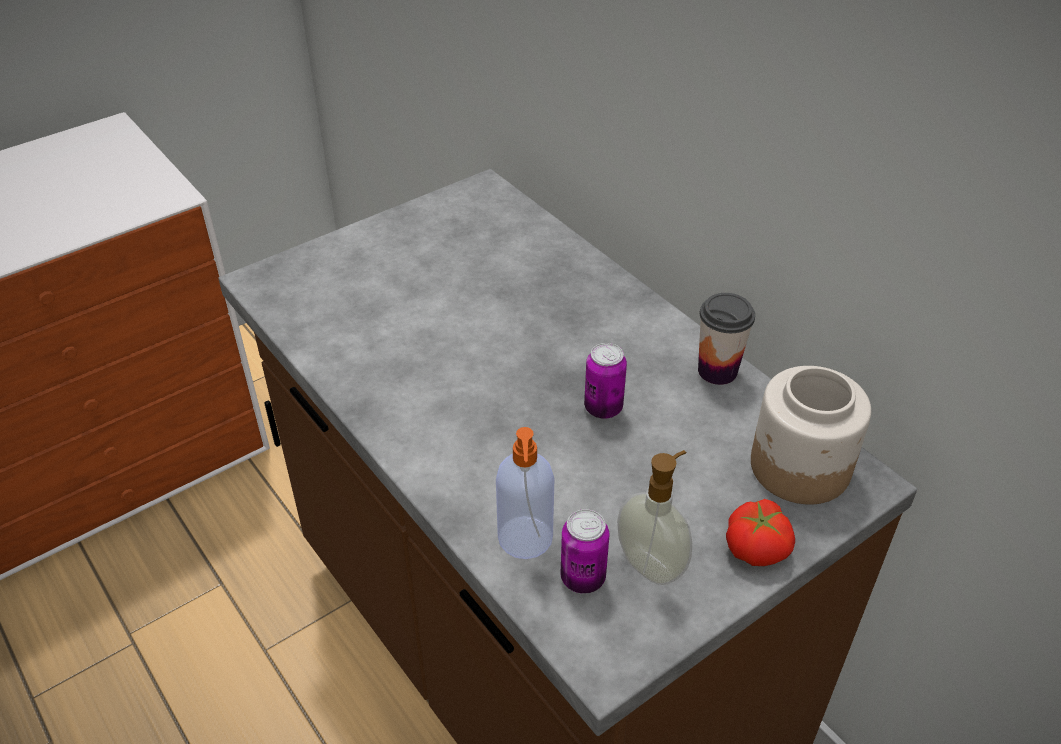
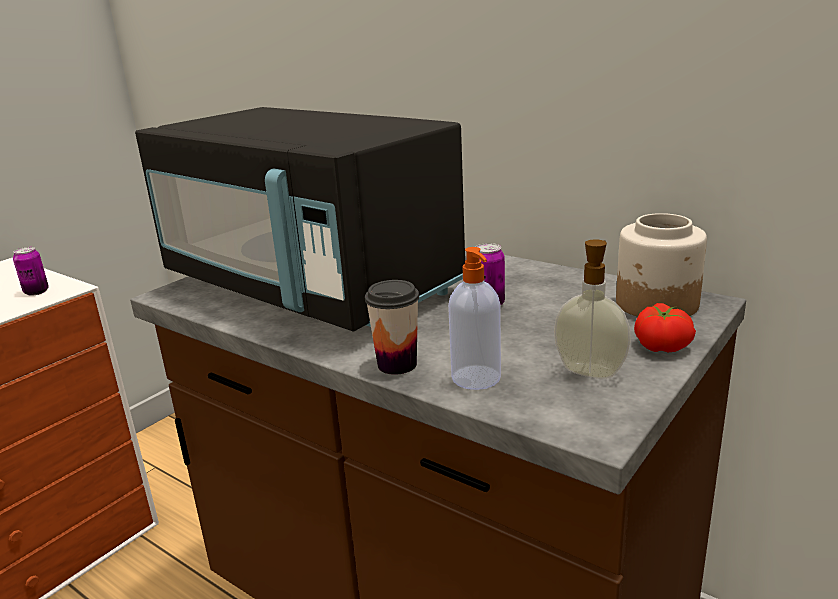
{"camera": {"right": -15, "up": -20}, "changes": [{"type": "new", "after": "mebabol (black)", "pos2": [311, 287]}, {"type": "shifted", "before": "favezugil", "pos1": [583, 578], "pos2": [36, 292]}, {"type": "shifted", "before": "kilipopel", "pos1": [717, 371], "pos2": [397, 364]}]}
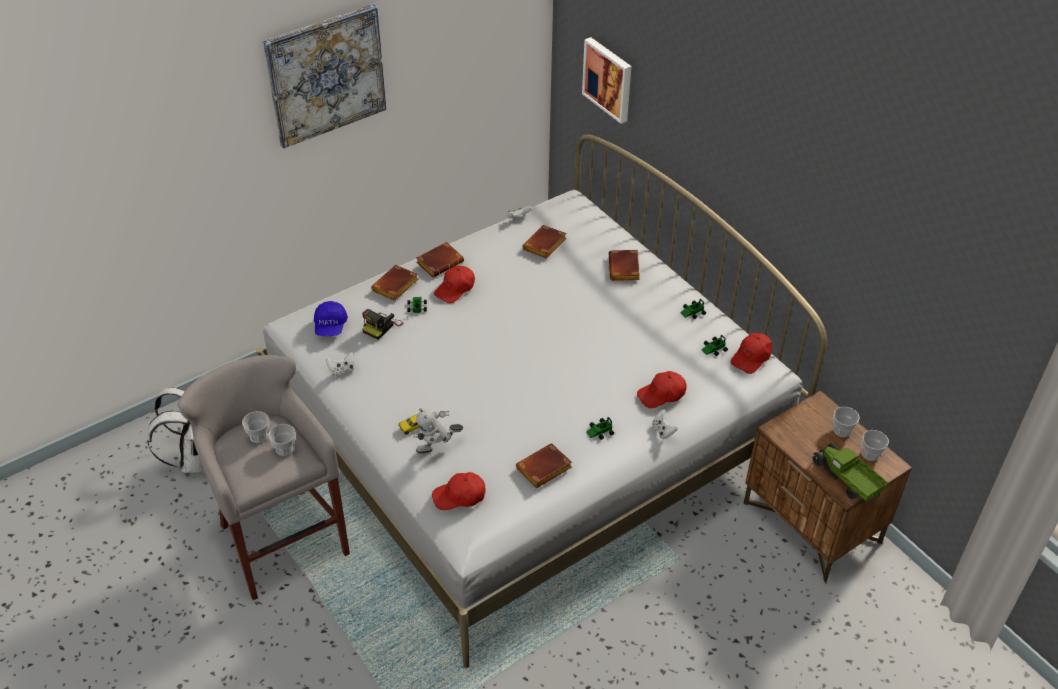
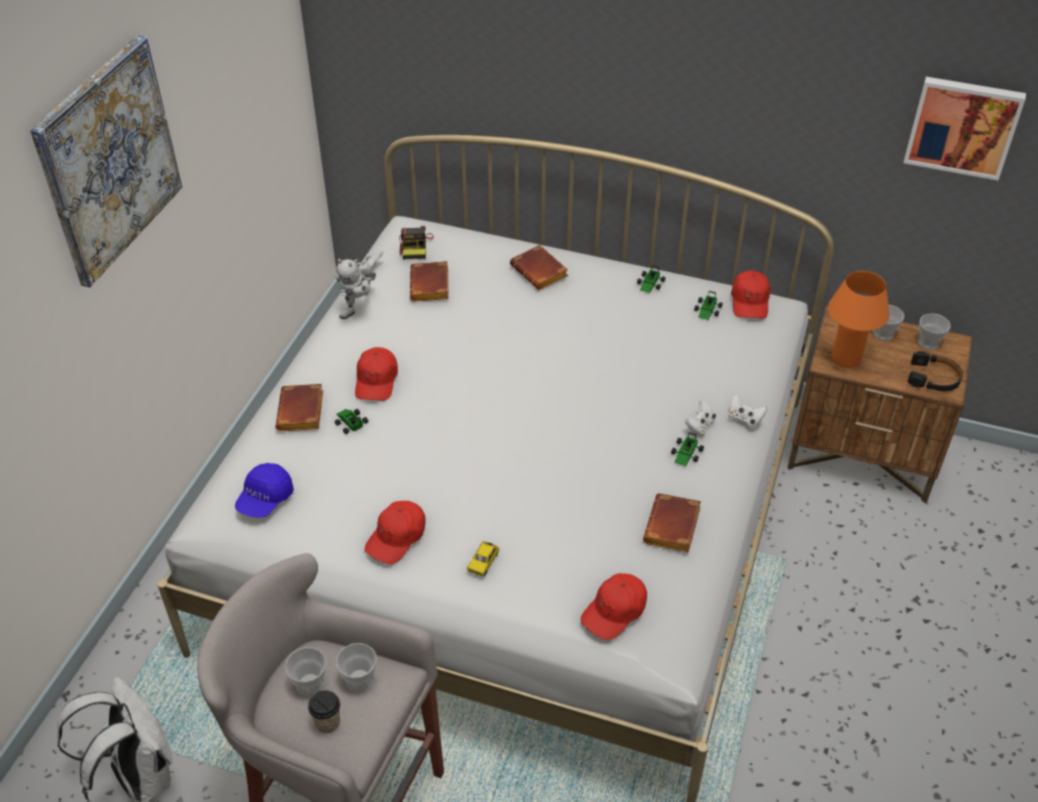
{"camera": {"right": -35, "up": 0}, "changes": [{"type": "gone", "before": "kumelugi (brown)", "pos1": [440, 262]}, {"type": "new", "after": "kilipopel", "pos2": [327, 722]}, {"type": "new", "after": "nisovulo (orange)", "pos2": [846, 359]}, {"type": "shifted", "before": "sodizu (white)", "pos1": [342, 369], "pos2": [700, 426]}, {"type": "shifted", "before": "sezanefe", "pos1": [382, 326], "pos2": [415, 246]}, {"type": "shifted", "before": "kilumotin", "pos1": [437, 450], "pos2": [359, 309]}, {"type": "shifted", "before": "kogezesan", "pos1": [609, 79], "pos2": [963, 126]}, {"type": "shifted", "before": "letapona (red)", "pos1": [662, 394], "pos2": [397, 537]}, {"type": "swapped", "before": "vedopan", "after": "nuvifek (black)", "pos1": [846, 479], "pos2": [934, 378]}, {"type": "rotated", "before": "letapona (blue)", "pos1": [330, 326], "pos2": [265, 499], "turn": 60}]}
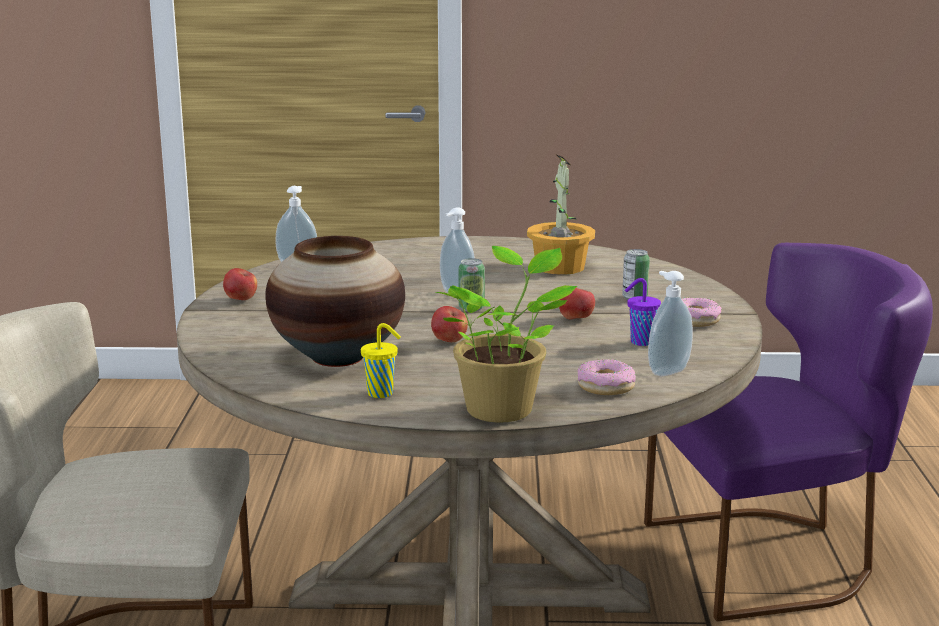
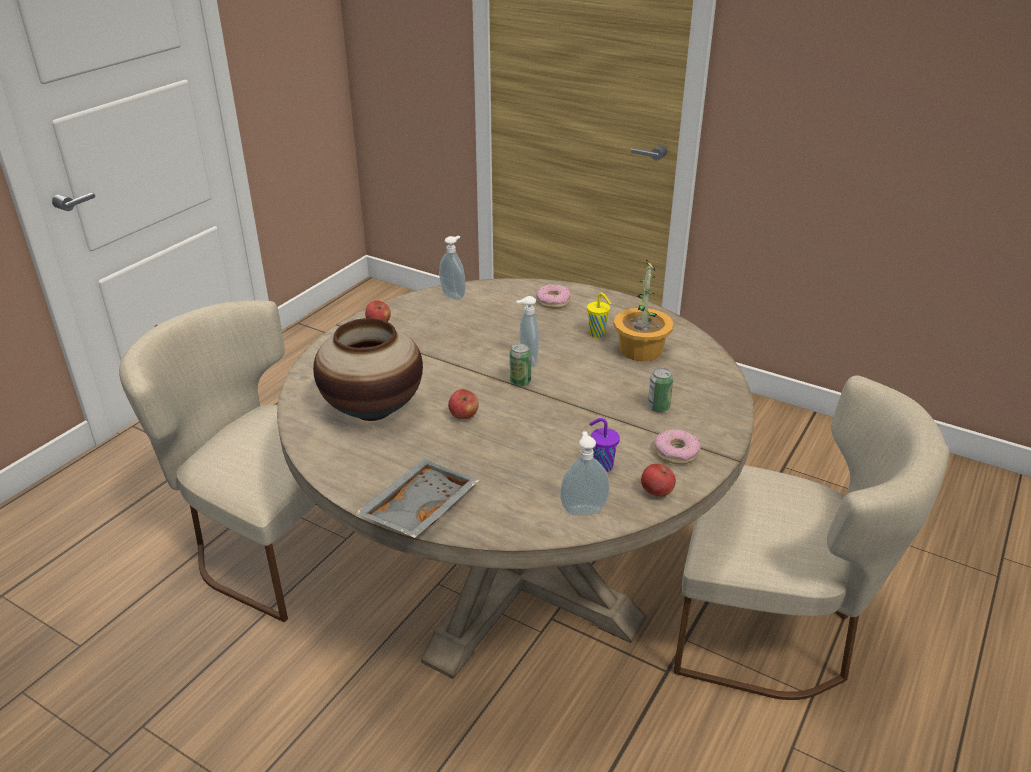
{"camera": {"right": 30, "up": 15}, "changes": [{"type": "shifted", "before": "kilipopel (yellow)", "pos1": [382, 394], "pos2": [598, 334]}, {"type": "shifted", "before": "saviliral", "pos1": [576, 319], "pos2": [656, 492]}, {"type": "shifted", "before": "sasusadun", "pos1": [606, 386], "pos2": [553, 301]}, {"type": "swapped", "before": "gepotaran", "after": "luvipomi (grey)", "pos1": [503, 408], "pos2": [418, 508]}, {"type": "repainted", "before": "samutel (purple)", "after": "samutel (beige)", "pos1": [773, 558], "pos2": [774, 631]}]}
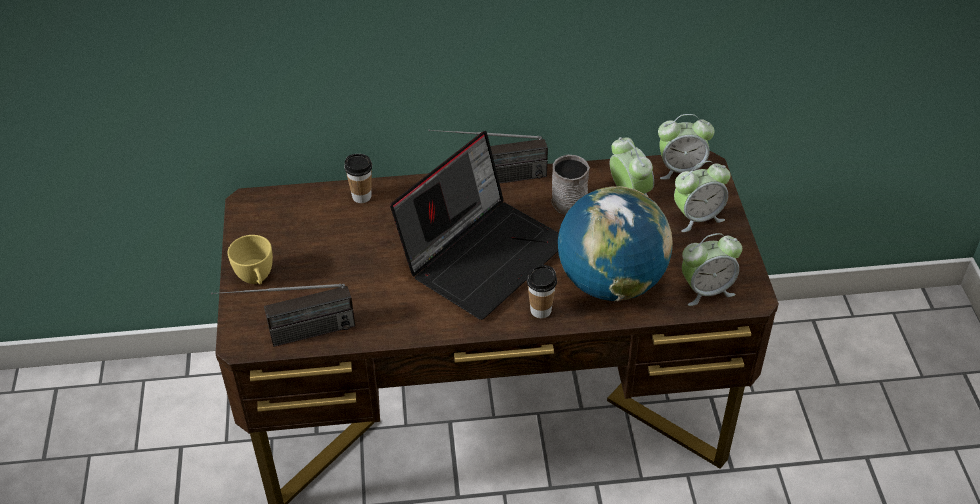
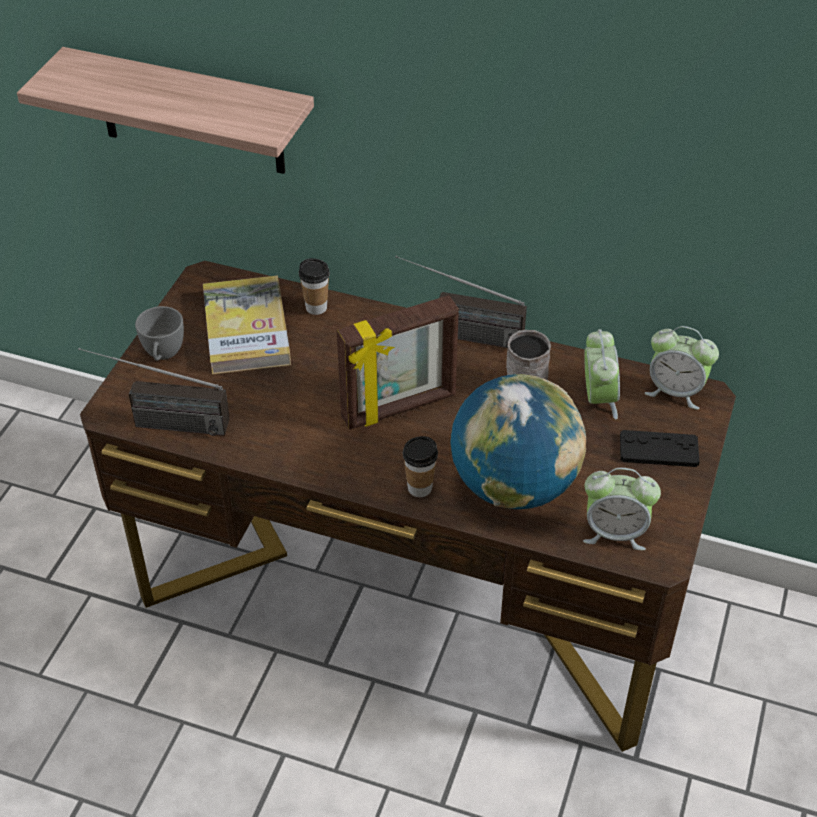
{"camera": {"right": 25, "up": 0}, "changes": [{"type": "new", "after": "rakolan", "pos2": [190, 112]}, {"type": "new", "after": "kumelugi", "pos2": [246, 329]}, {"type": "swapped", "before": "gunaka", "after": "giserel", "pos1": [483, 254], "pos2": [399, 408]}, {"type": "swapped", "before": "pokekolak", "after": "sodizu (black)", "pos1": [697, 217], "pos2": [658, 450]}, {"type": "repainted", "before": "kilipopel (yellow)", "after": "kilipopel (grey)", "pos1": [256, 279], "pos2": [163, 355]}]}
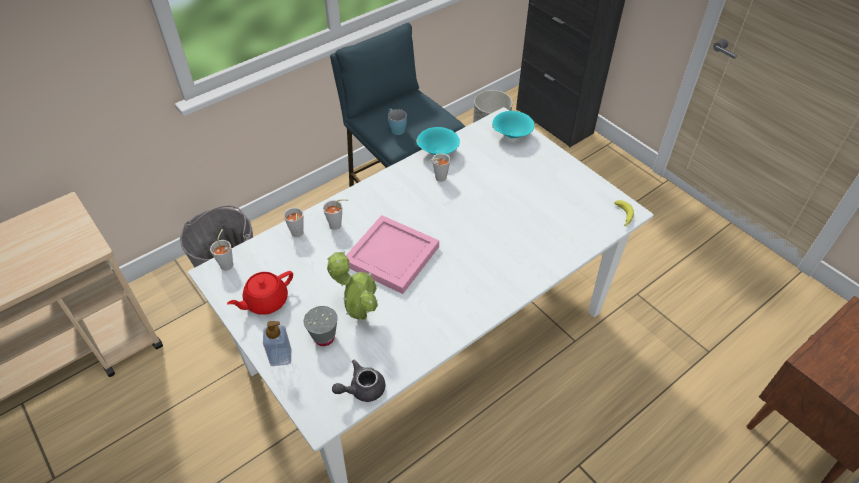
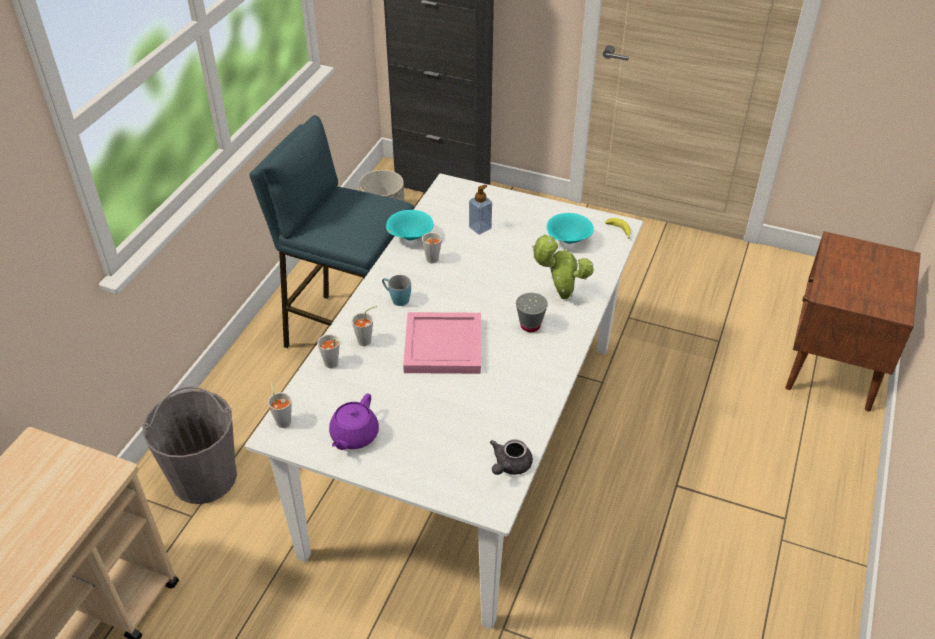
{"camera": {"right": -30, "up": -5}, "changes": [{"type": "shifted", "before": "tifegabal", "pos1": [280, 357], "pos2": [480, 228]}, {"type": "shifted", "before": "kilipopel (grey)", "pos1": [324, 337], "pos2": [530, 325]}, {"type": "shifted", "before": "gepotaran", "pos1": [359, 314], "pos2": [560, 296]}, {"type": "shifted", "before": "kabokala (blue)", "pos1": [396, 128], "pos2": [396, 299]}, {"type": "shifted", "before": "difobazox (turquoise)", "pos1": [511, 135], "pos2": [567, 241]}, {"type": "repainted", "before": "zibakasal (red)", "after": "zibakasal (purple)", "pos1": [265, 301], "pos2": [354, 436]}]}
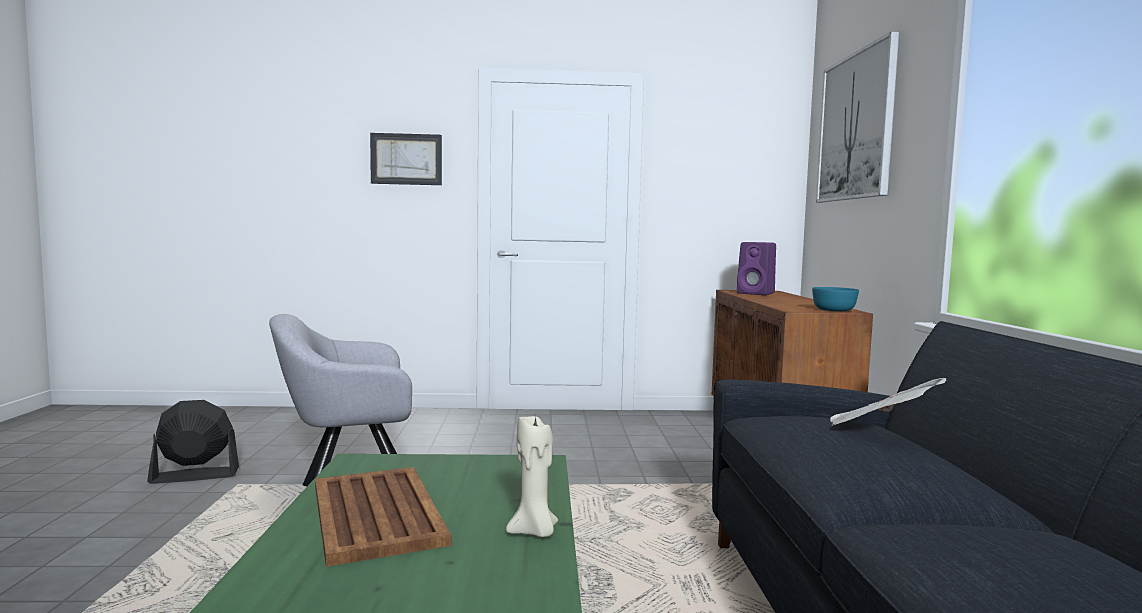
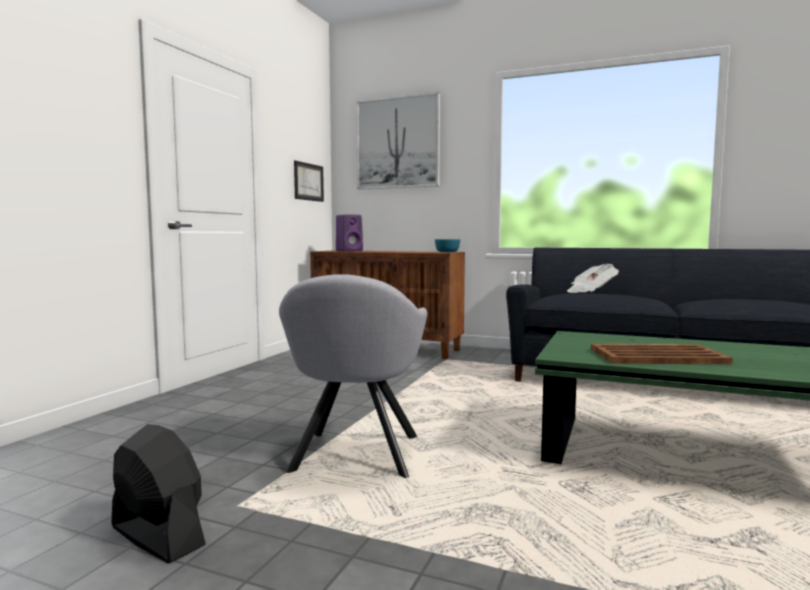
{"camera": {"right": -65, "up": 0}, "changes": [{"type": "gone", "before": "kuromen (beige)", "pos1": [534, 532]}, {"type": "shifted", "before": "kogezesan", "pos1": [406, 159], "pos2": [308, 182]}, {"type": "rotated", "before": "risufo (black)", "pos1": [194, 475], "pos2": [157, 536], "turn": 120}]}
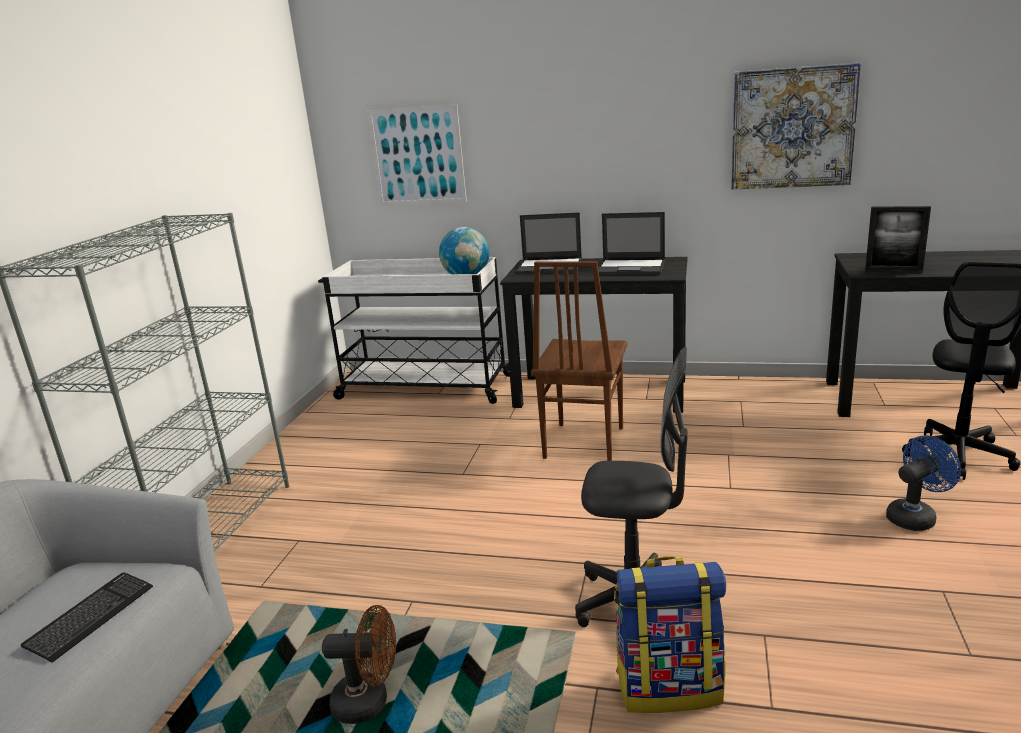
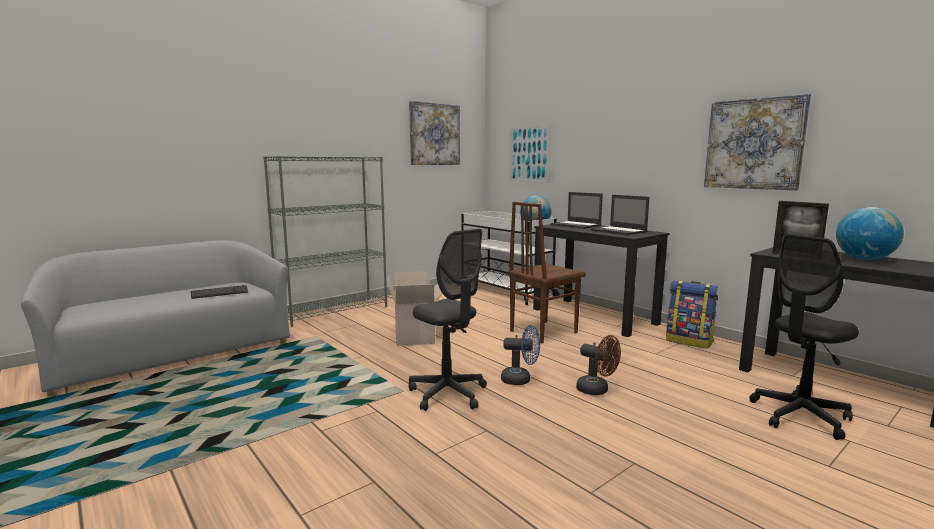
{"camera": {"right": 35, "up": -10}, "changes": [{"type": "new", "after": "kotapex", "pos2": [416, 337]}, {"type": "new", "after": "kogezesan", "pos2": [434, 134]}, {"type": "new", "after": "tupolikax", "pos2": [864, 259]}, {"type": "shifted", "before": "risufo (brown)", "pos1": [369, 702], "pos2": [597, 390]}, {"type": "shifted", "before": "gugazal", "pos1": [669, 686], "pos2": [689, 341]}, {"type": "shifted", "before": "risufo (blue)", "pos1": [915, 516], "pos2": [520, 380]}]}
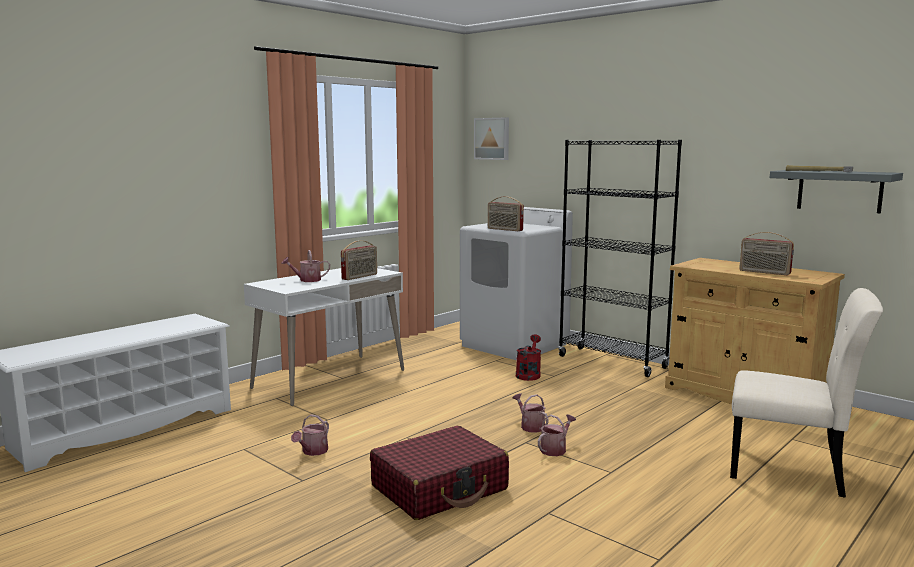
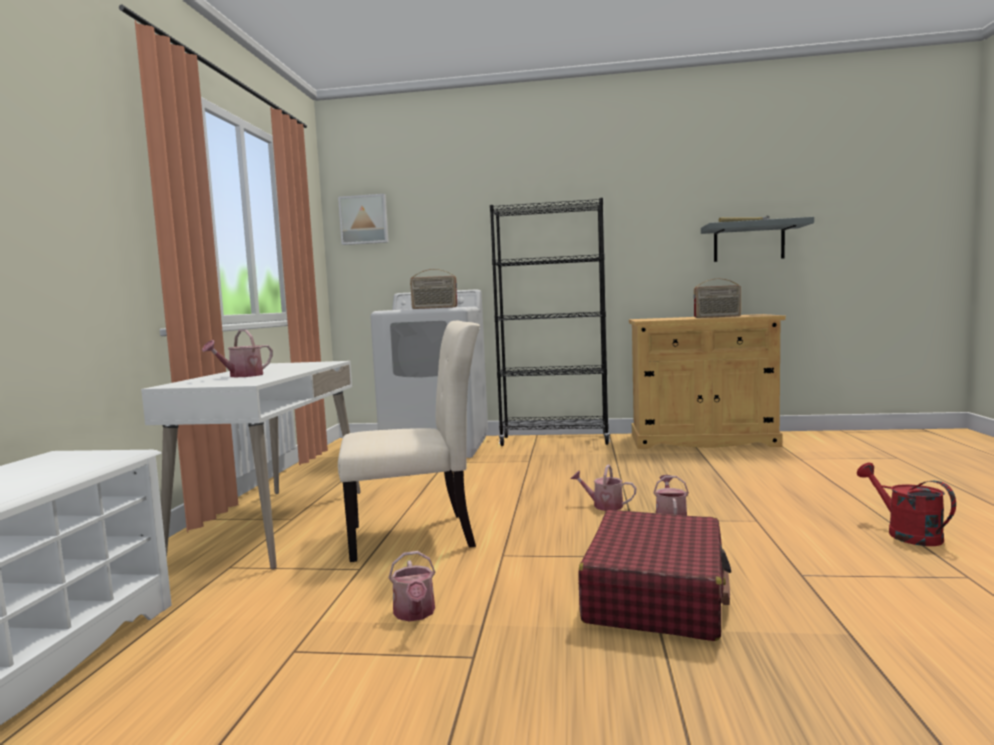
{"camera": {"right": -35, "up": -5}, "changes": [{"type": "gone", "before": "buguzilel", "pos1": [360, 277]}, {"type": "shifted", "before": "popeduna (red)", "pos1": [529, 374], "pos2": [906, 533]}, {"type": "shifted", "before": "samutel (beige)", "pos1": [791, 471], "pos2": [417, 536]}]}
